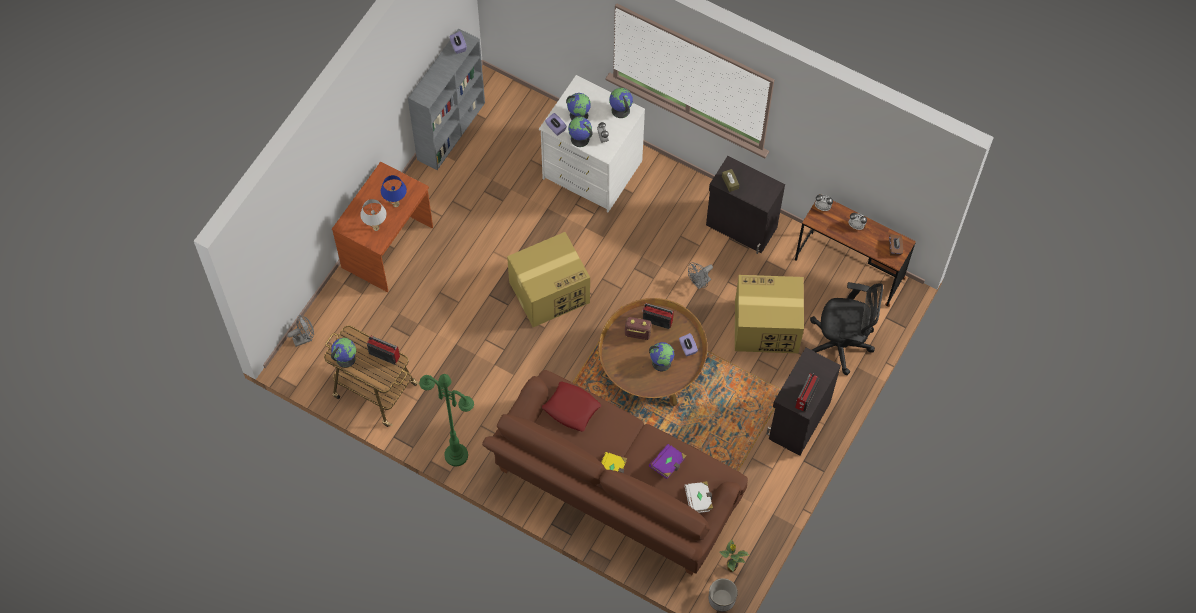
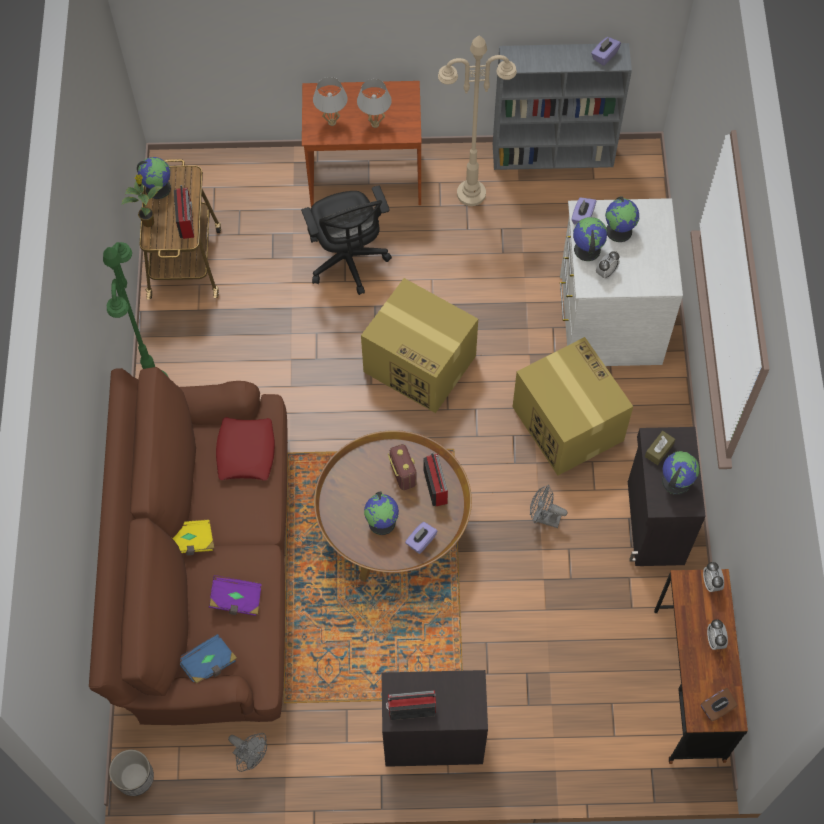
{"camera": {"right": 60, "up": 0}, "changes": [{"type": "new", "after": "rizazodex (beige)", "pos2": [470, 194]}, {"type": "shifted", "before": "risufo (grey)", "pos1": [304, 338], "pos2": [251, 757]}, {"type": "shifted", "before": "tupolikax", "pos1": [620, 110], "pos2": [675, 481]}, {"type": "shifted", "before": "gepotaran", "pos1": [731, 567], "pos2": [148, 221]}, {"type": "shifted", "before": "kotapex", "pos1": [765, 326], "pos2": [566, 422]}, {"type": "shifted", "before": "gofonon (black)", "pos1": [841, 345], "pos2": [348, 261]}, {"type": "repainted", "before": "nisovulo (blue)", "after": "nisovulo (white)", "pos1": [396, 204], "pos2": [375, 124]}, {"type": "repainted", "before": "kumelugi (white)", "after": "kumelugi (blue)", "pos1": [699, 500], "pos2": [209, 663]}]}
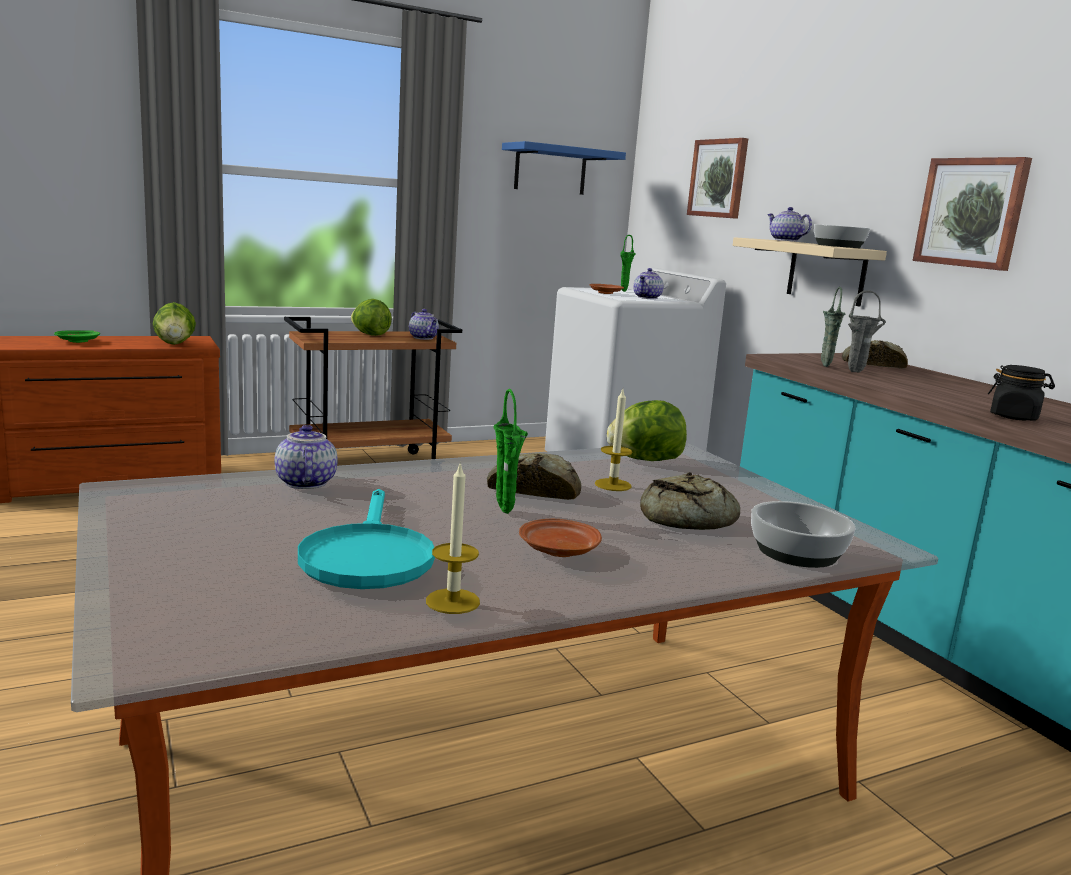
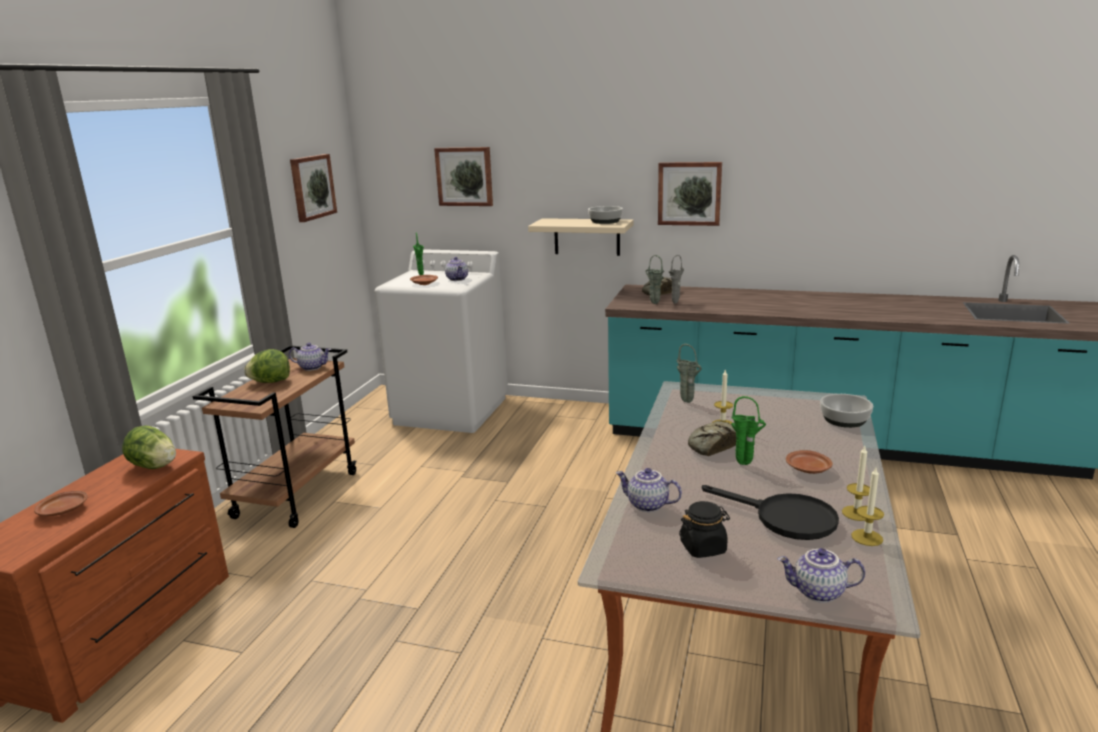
{"camera": {"right": -45, "up": 5}, "changes": [{"type": "gone", "before": "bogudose", "pos1": [687, 518]}, {"type": "new", "after": "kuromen", "pos2": [867, 537]}, {"type": "shifted", "before": "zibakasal", "pos1": [784, 240], "pos2": [818, 593]}, {"type": "shifted", "before": "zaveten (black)", "pos1": [1014, 417], "pos2": [703, 548]}, {"type": "swapped", "before": "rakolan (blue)", "after": "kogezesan", "pos1": [550, 170], "pos2": [312, 187]}, {"type": "swapped", "before": "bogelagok", "after": "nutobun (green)", "pos1": [644, 460], "pos2": [688, 402]}, {"type": "repainted", "before": "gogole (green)", "after": "gogole (brown)", "pos1": [78, 341], "pos2": [64, 510]}, {"type": "repainted", "before": "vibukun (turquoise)", "after": "vibukun (black)", "pos1": [367, 556], "pos2": [784, 518]}]}
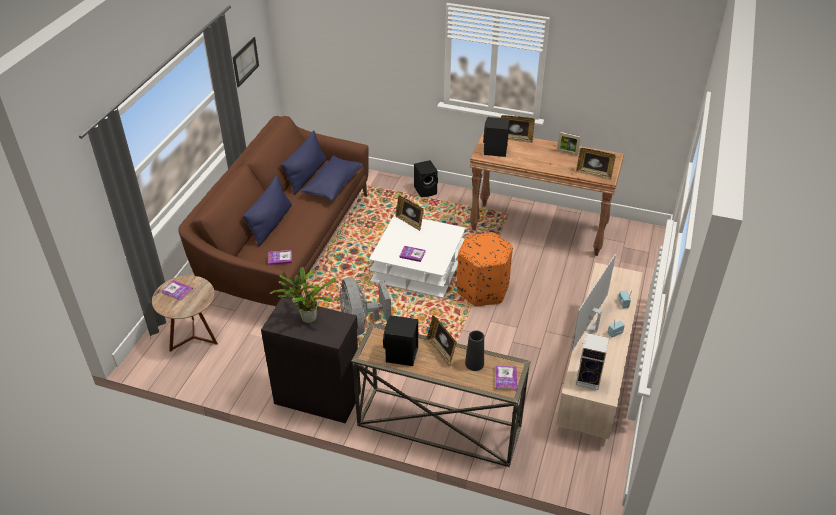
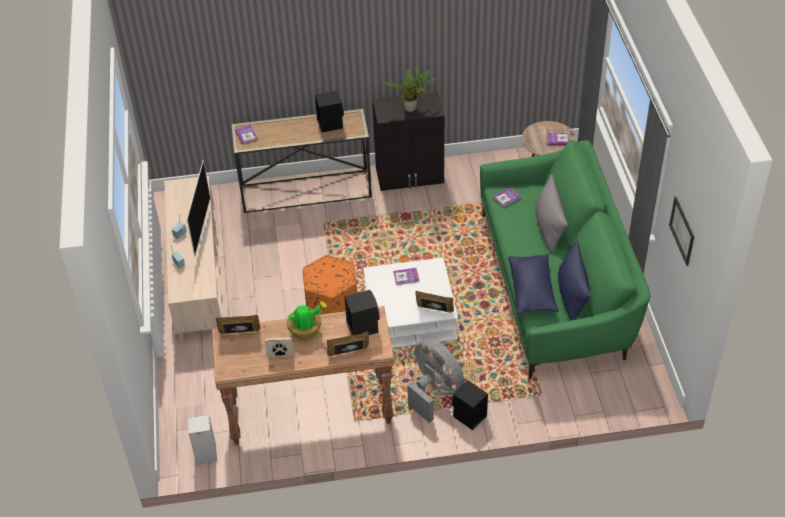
{"camera": {"right": 155, "up": 5}, "changes": [{"type": "gone", "before": "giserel", "pos1": [441, 351]}, {"type": "gone", "before": "nutobun (black)", "pos1": [474, 363]}, {"type": "new", "after": "gepotaran", "pos2": [306, 331]}, {"type": "shifted", "before": "risufo (grey)", "pos1": [361, 323], "pos2": [434, 391]}, {"type": "shifted", "before": "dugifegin", "pos1": [589, 379], "pos2": [205, 454]}, {"type": "repainted", "before": "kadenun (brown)", "after": "kadenun (green)", "pos1": [287, 245], "pos2": [554, 286]}, {"type": "repainted", "before": "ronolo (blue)", "after": "ronolo (grey)", "pos1": [271, 224], "pos2": [549, 226]}]}
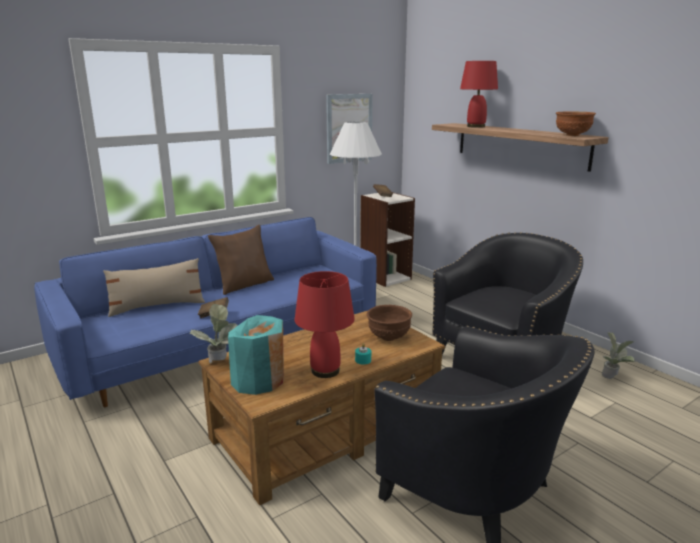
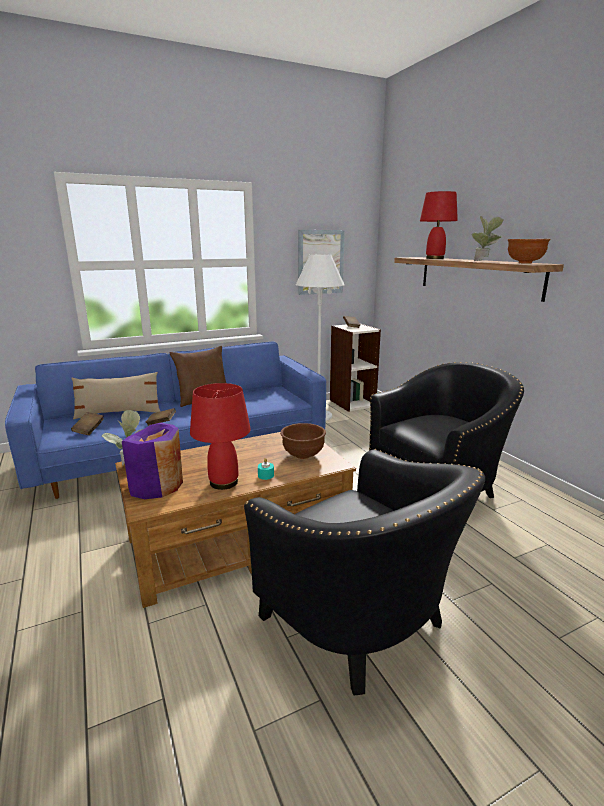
{"camera": {"right": 10, "up": 0}, "changes": [{"type": "new", "after": "kumelugi (brown)", "pos2": [89, 430]}, {"type": "shifted", "before": "gepotaran", "pos1": [613, 377], "pos2": [484, 261]}, {"type": "repainted", "before": "nutobun (turquoise)", "after": "nutobun (purple)", "pos1": [258, 380], "pos2": [156, 485]}]}
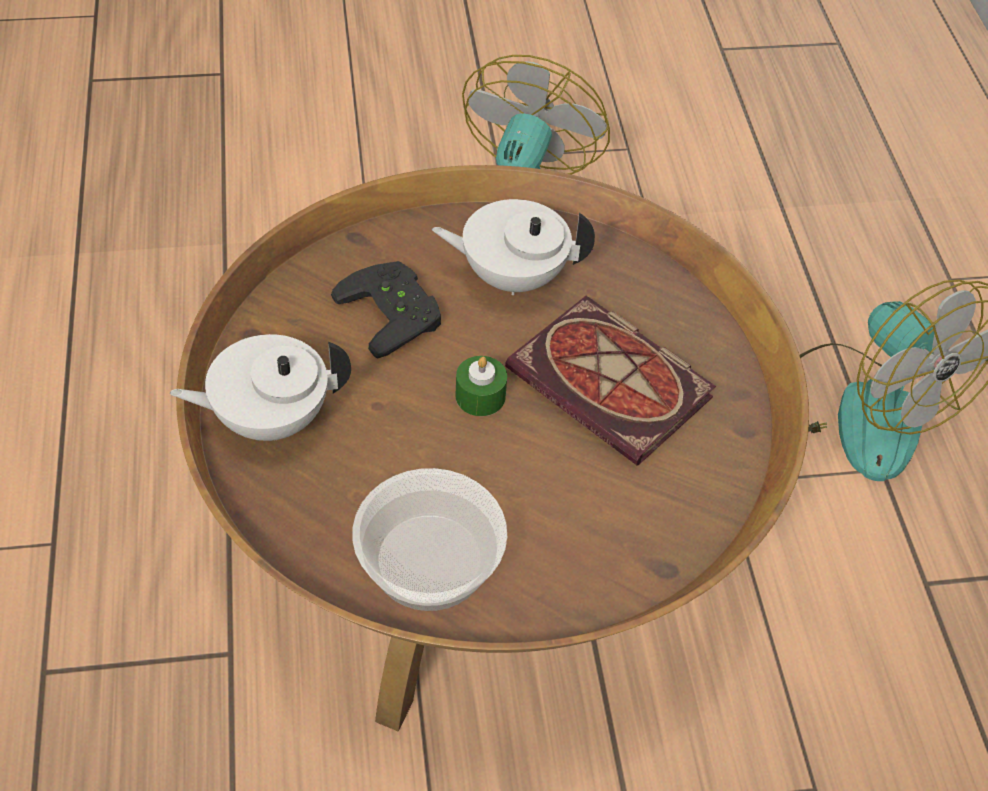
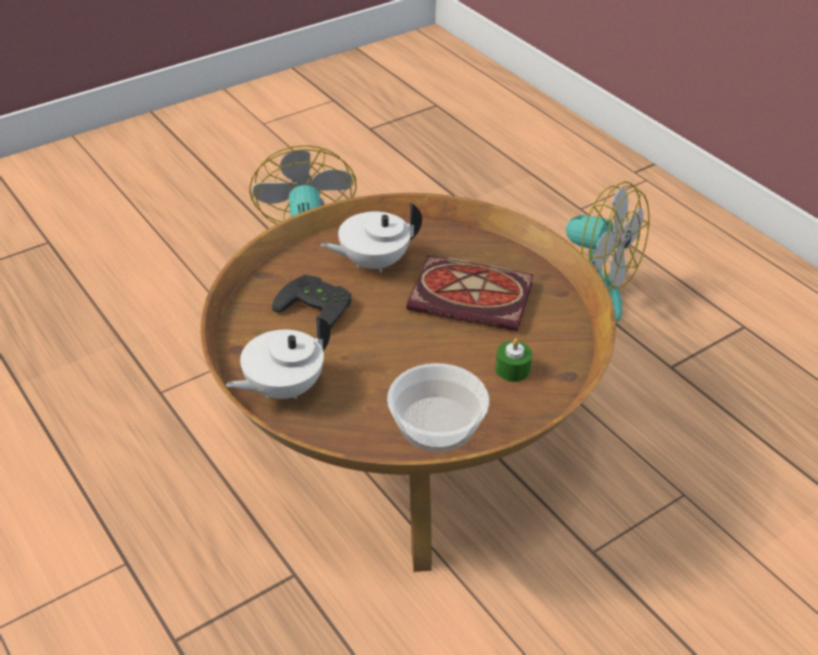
{"camera": {"right": -25, "up": -10}, "changes": [{"type": "shifted", "before": "kuromen (green)", "pos1": [480, 396], "pos2": [512, 369]}]}
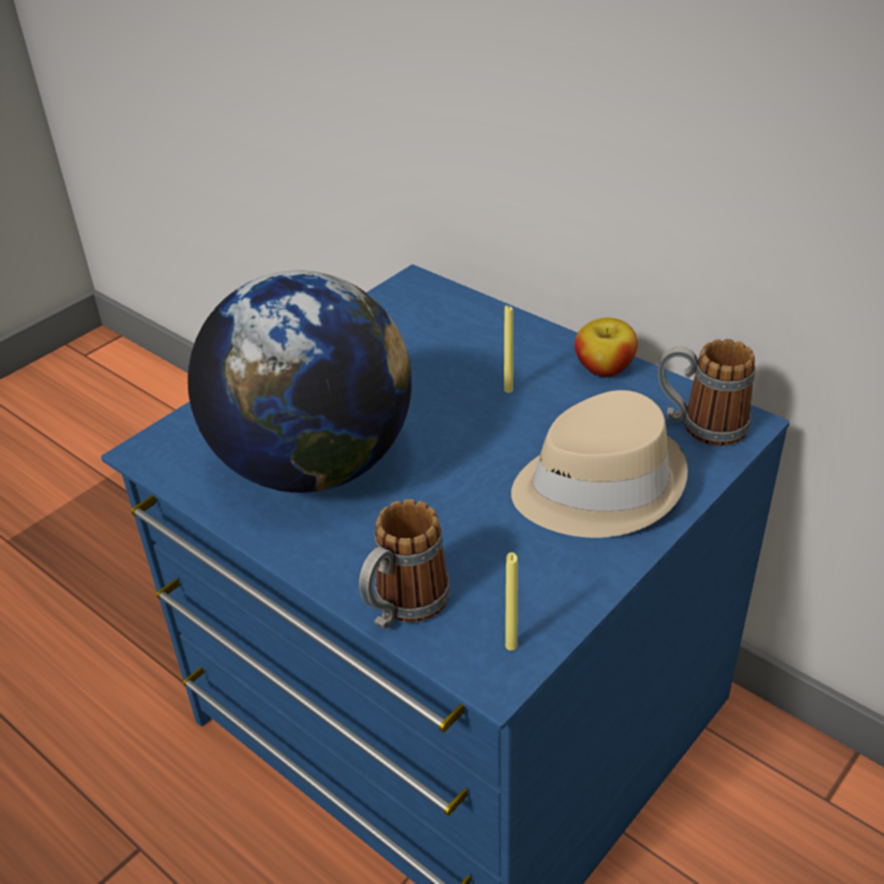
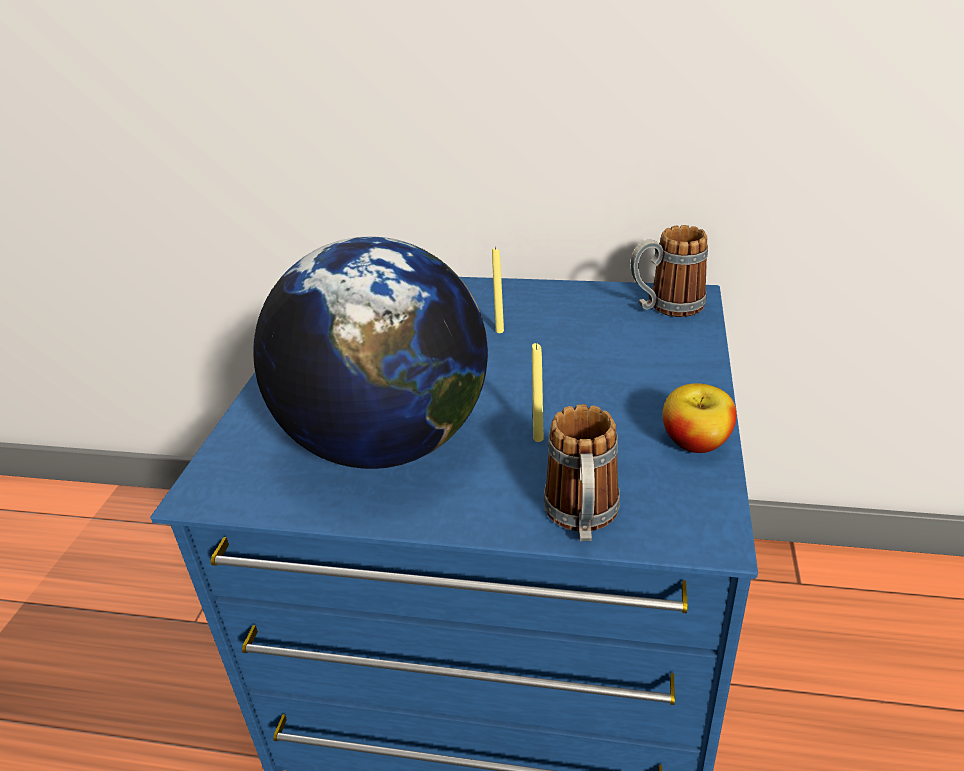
{"camera": {"right": -30, "up": -5}, "changes": [{"type": "gone", "before": "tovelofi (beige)", "pos1": [598, 486]}, {"type": "shifted", "before": "kuromen (yellow)", "pos1": [511, 646], "pos2": [538, 439]}, {"type": "shifted", "before": "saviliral", "pos1": [604, 368], "pos2": [695, 442]}]}
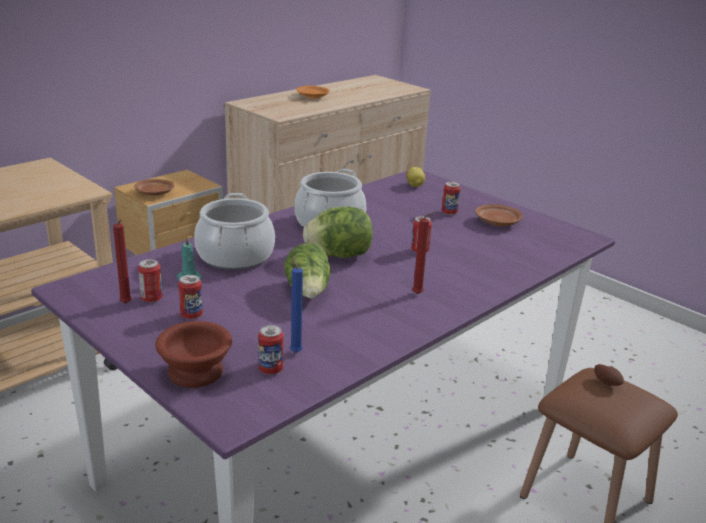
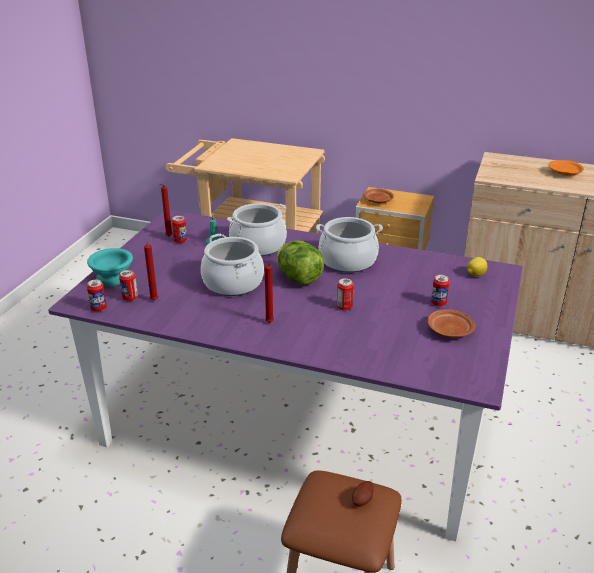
{"camera": {"right": 65, "up": 5}, "changes": [{"type": "shifted", "before": "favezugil", "pos1": [191, 315], "pos2": [98, 308]}, {"type": "swapped", "before": "bogelagok", "after": "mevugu", "pos1": [308, 292], "pos2": [233, 283]}, {"type": "repainted", "before": "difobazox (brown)", "after": "difobazox (turquoise)", "pos1": [194, 373], "pos2": [111, 278]}, {"type": "repainted", "before": "kuromen (blue)", "after": "kuromen (red)", "pos1": [295, 351], "pos2": [155, 300]}]}
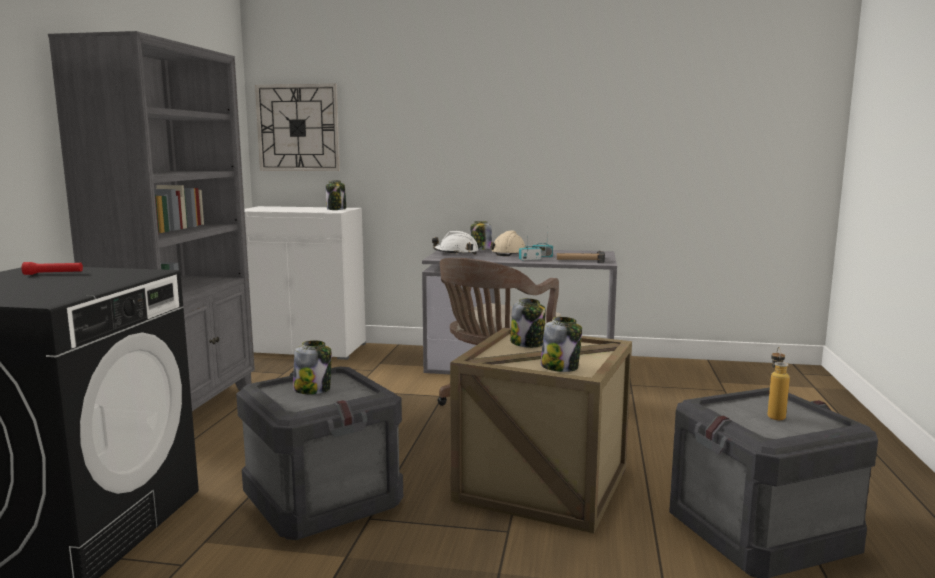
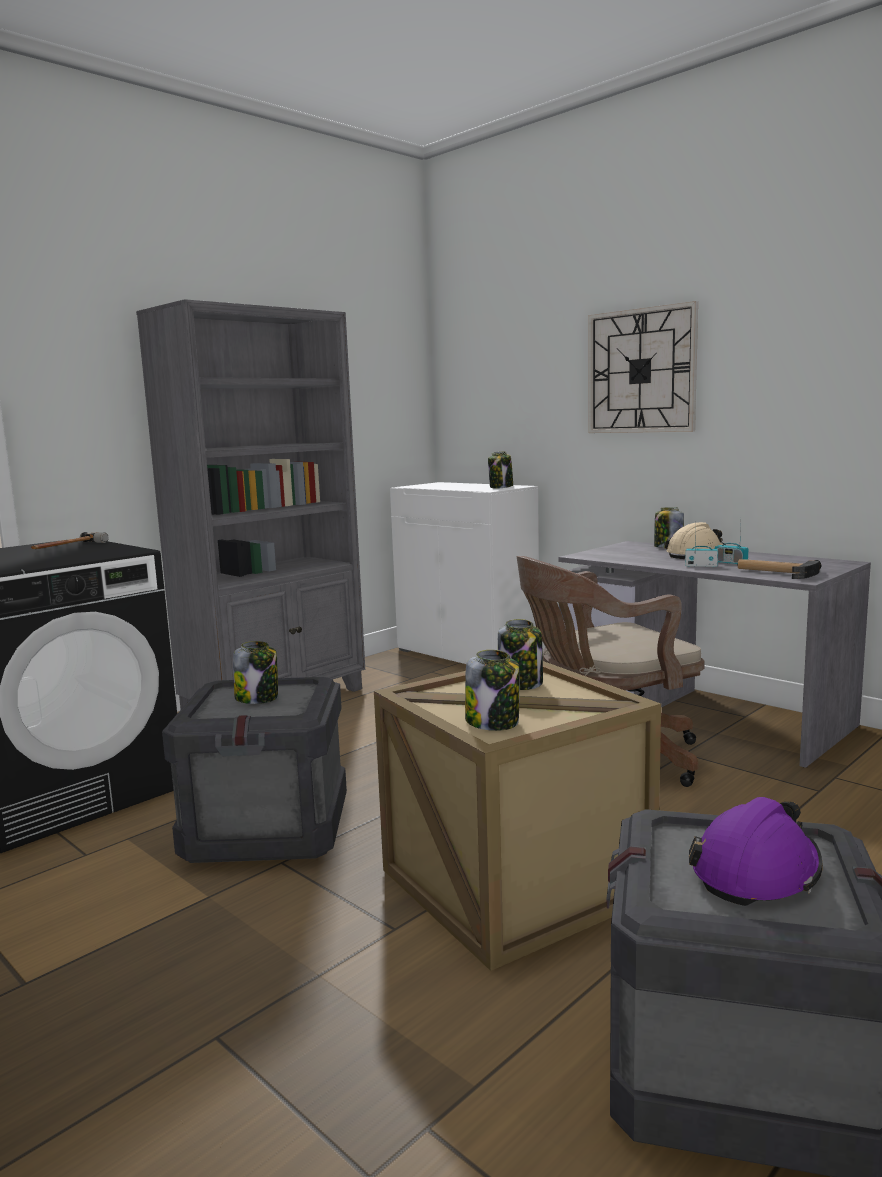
{"camera": {"right": 35, "up": 0}, "changes": [{"type": "gone", "before": "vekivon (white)", "pos1": [456, 253]}, {"type": "shifted", "before": "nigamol", "pos1": [298, 128], "pos2": [641, 371]}, {"type": "swapped", "before": "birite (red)", "after": "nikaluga", "pos1": [53, 274], "pos2": [68, 547]}, {"type": "swapped", "before": "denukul", "after": "vekivon (purple)", "pos1": [774, 415], "pos2": [756, 872]}]}
